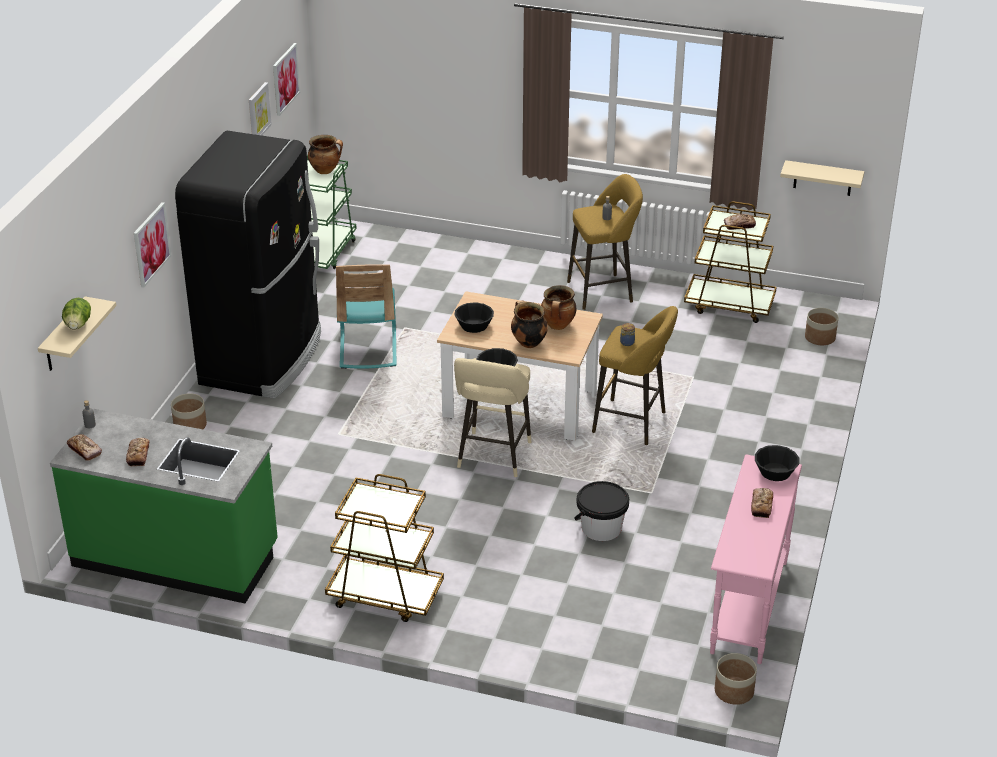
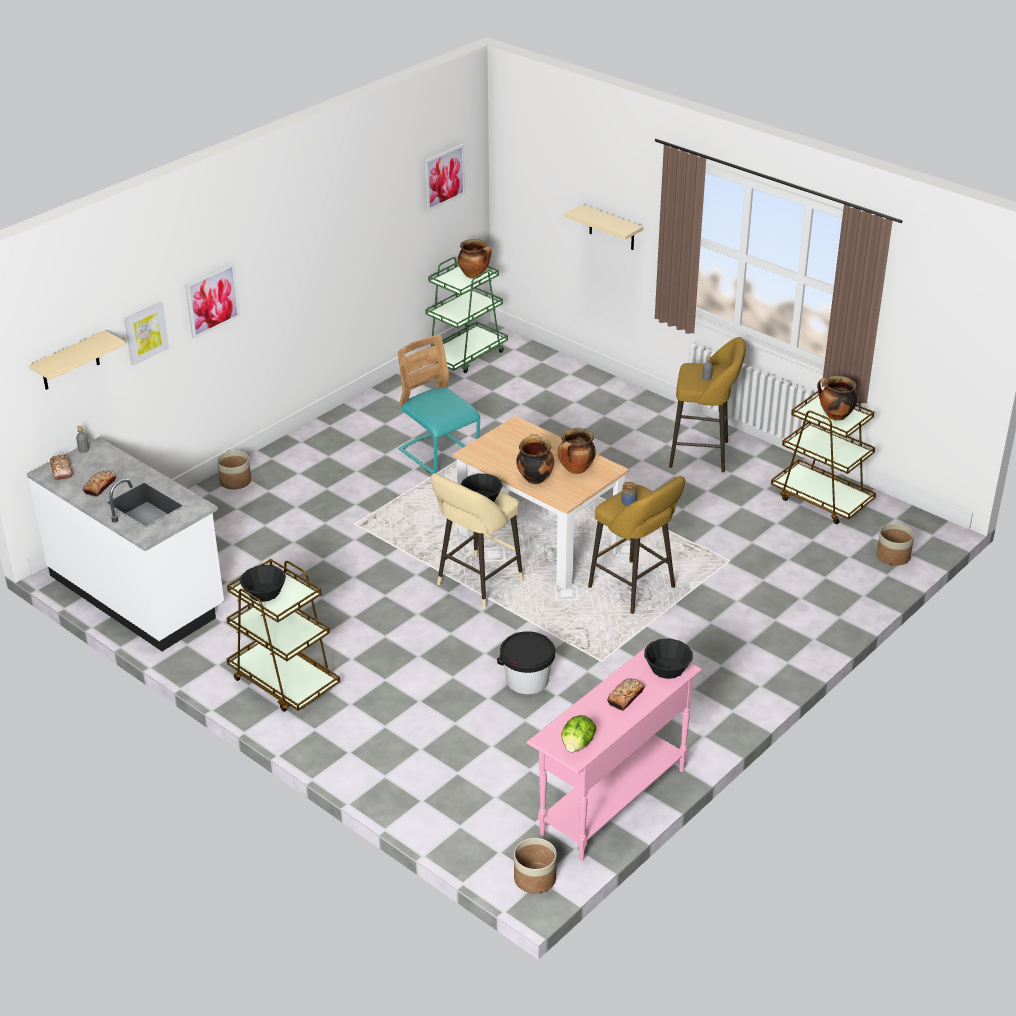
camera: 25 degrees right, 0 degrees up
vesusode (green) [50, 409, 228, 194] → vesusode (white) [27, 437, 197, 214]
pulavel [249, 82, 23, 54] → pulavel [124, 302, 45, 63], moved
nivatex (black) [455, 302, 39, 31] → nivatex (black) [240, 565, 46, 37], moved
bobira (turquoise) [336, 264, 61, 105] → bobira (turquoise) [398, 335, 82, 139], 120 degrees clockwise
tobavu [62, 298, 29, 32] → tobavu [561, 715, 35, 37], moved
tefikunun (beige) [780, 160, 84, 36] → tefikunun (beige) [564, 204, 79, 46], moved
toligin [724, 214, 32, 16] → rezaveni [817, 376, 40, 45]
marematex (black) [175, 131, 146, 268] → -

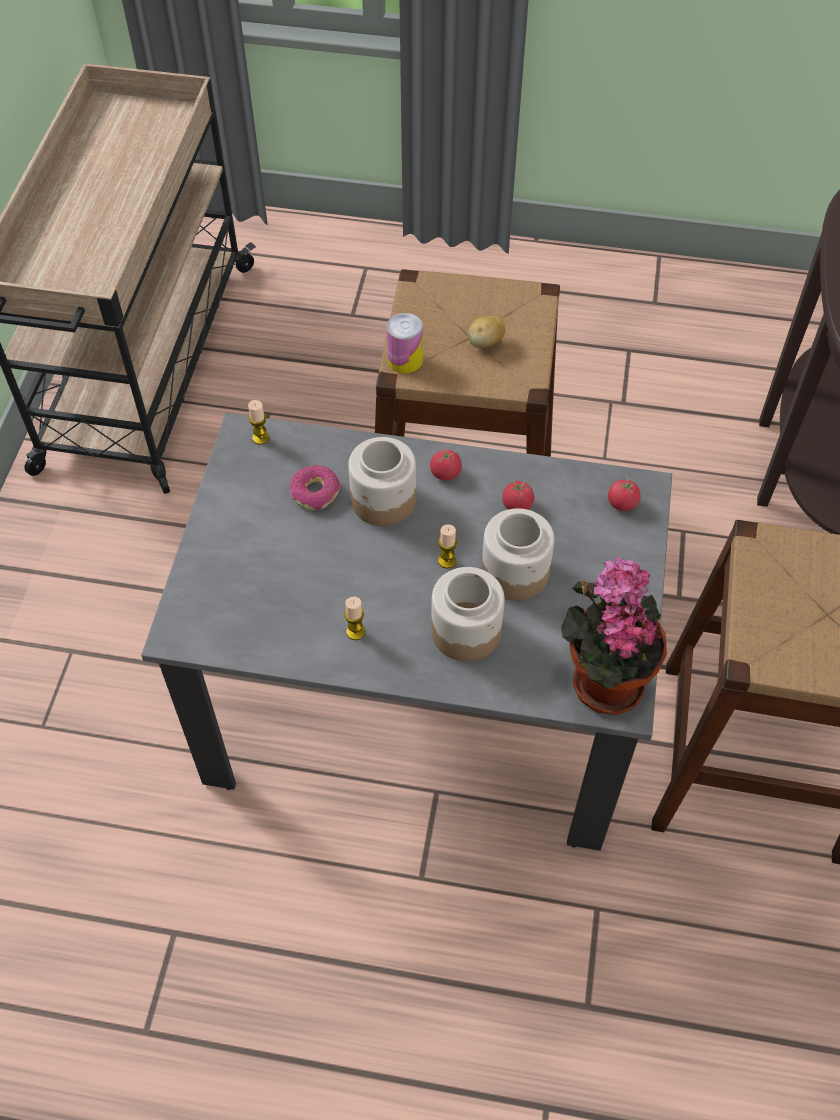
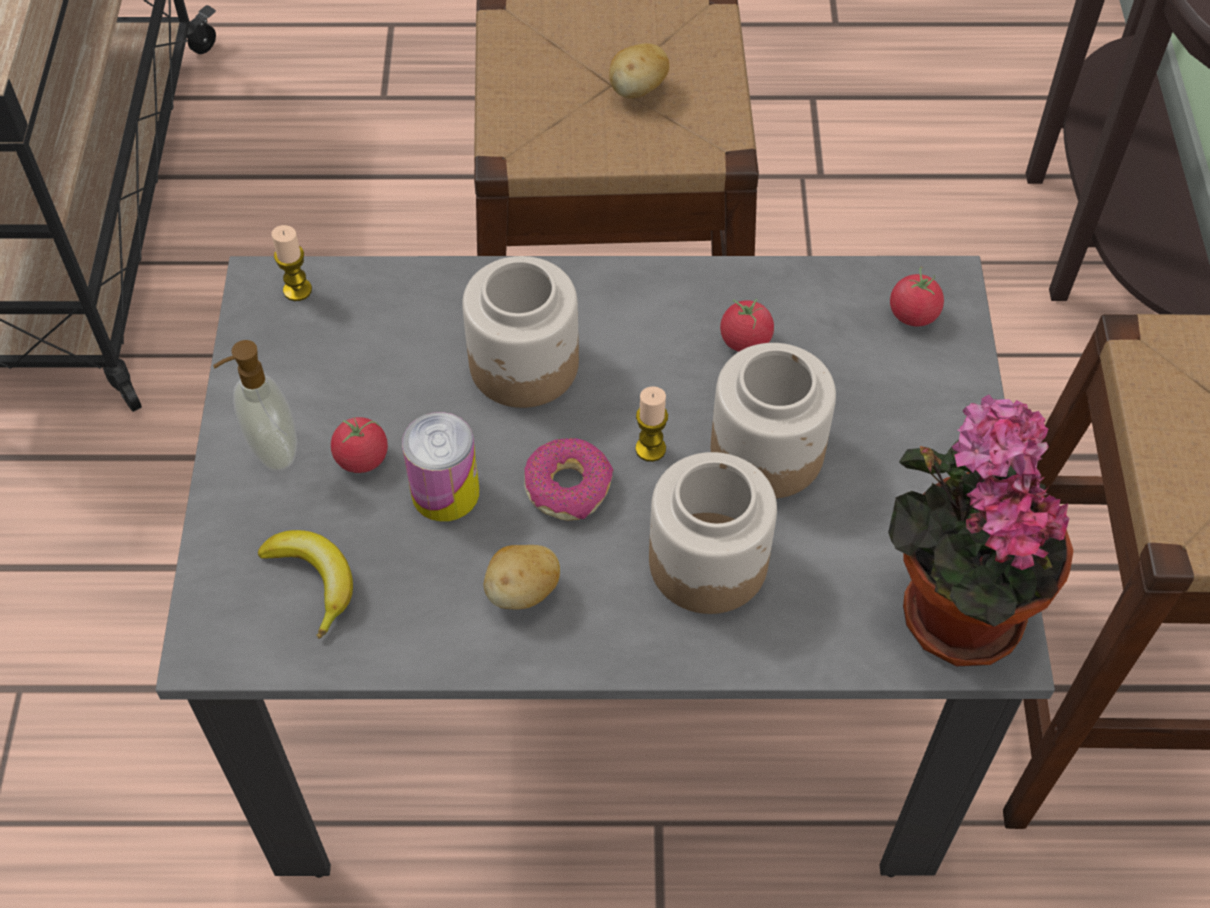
camera: 10 degrees left, 0 degrees up
- → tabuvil [213, 340, 85, 131]
- → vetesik [258, 530, 95, 109]
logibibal [430, 449, 32, 32] → logibibal [331, 417, 57, 56], moved
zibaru [386, 313, 37, 61] → zibaru [402, 412, 77, 110], moved
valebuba [344, 597, 21, 43] → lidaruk [484, 545, 76, 65]
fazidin [290, 465, 51, 45] → fazidin [524, 438, 90, 83], moved

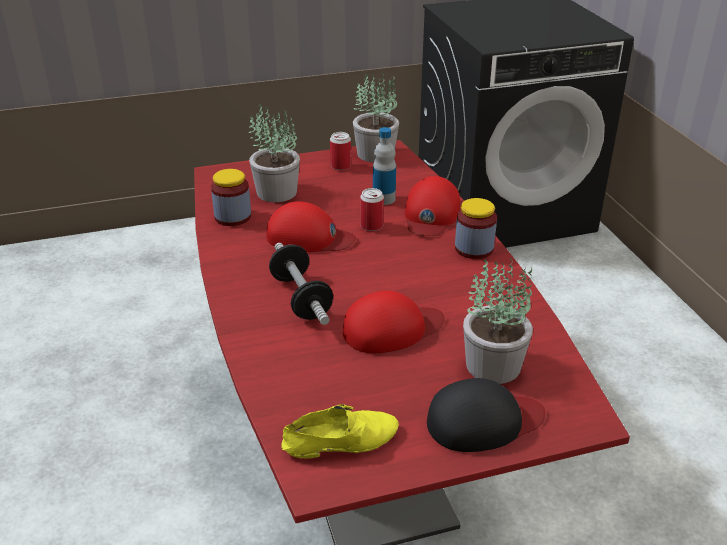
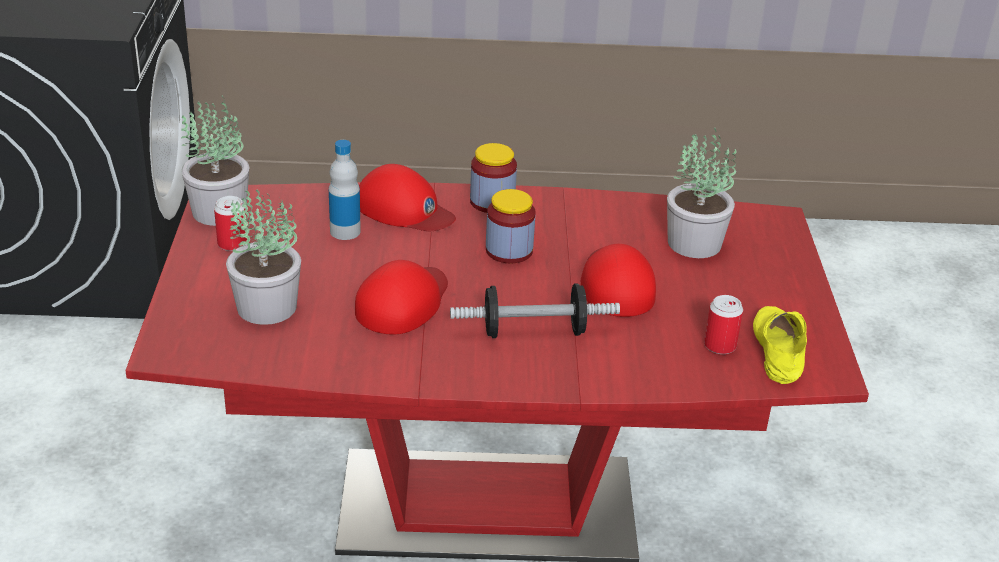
camera: 75 degrees left, 0 degrees up
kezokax [211, 169, 40, 57] → kezokax [486, 189, 50, 74], moved
zibaru [360, 188, 24, 43] → zibaru [704, 295, 39, 59], moved
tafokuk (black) [427, 378, 118, 74] → -

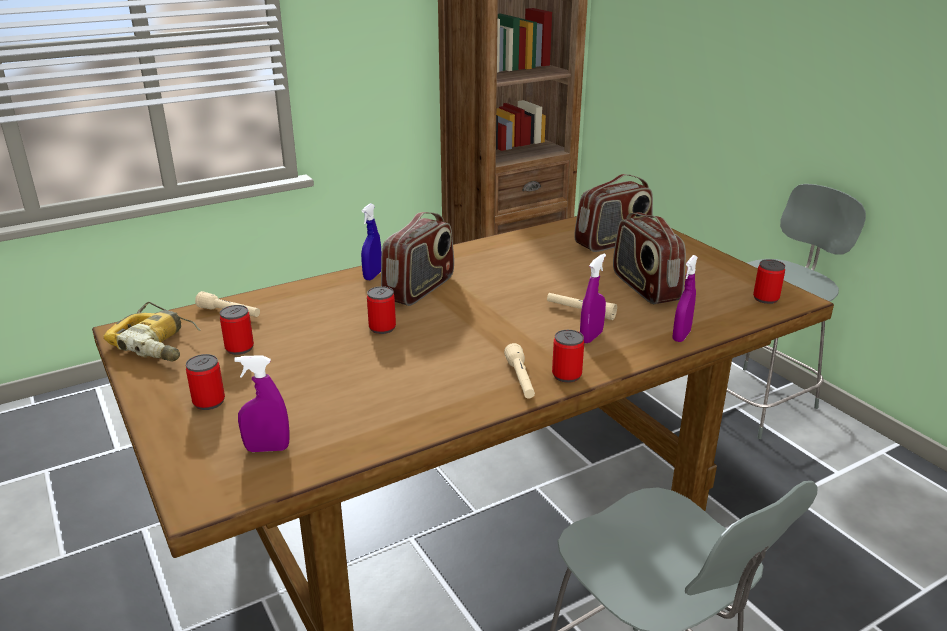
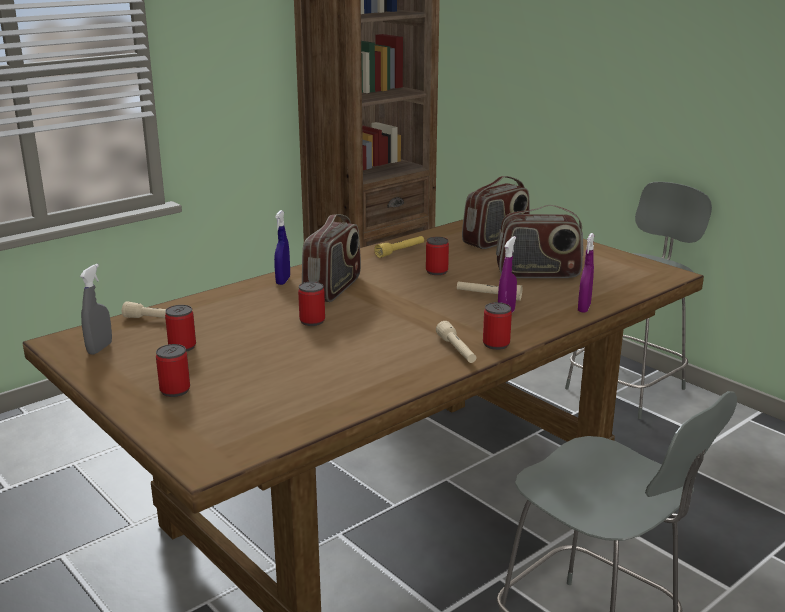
camera: 10 degrees left, 5 degrees down
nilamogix [104, 302, 97, 59] → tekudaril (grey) [80, 264, 32, 91]
- → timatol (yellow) [374, 236, 50, 22]
zibaru [753, 259, 32, 45] → zibaru [426, 237, 23, 38], moved
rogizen [613, 212, 73, 93] → rogizen [496, 205, 87, 73], 60 degrees counterclockwise
tekudaril (purple) [234, 355, 56, 97] → -

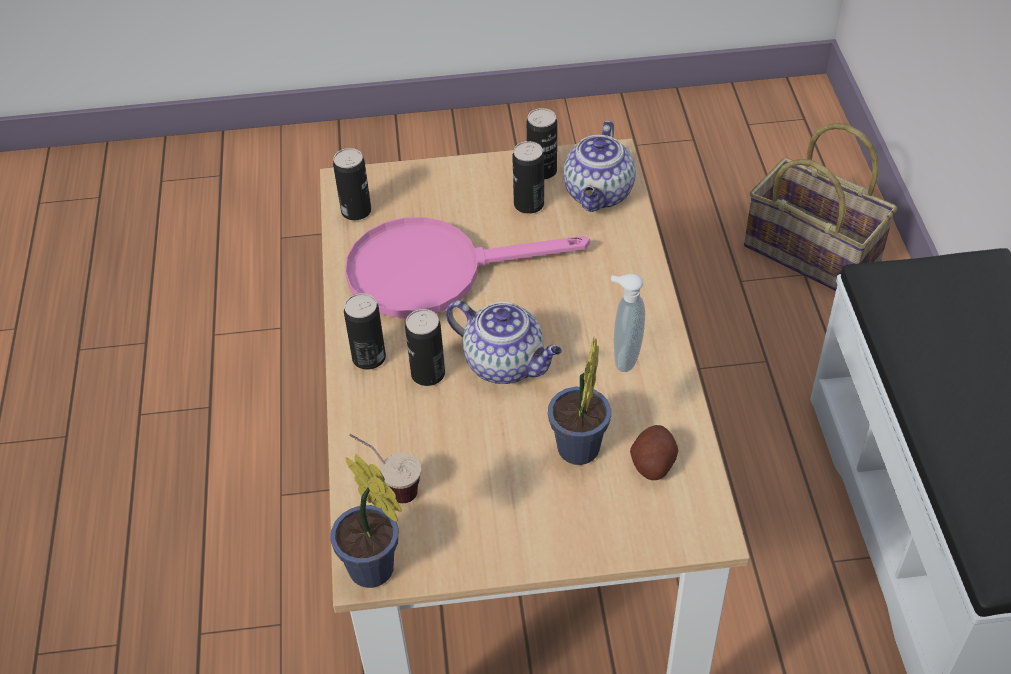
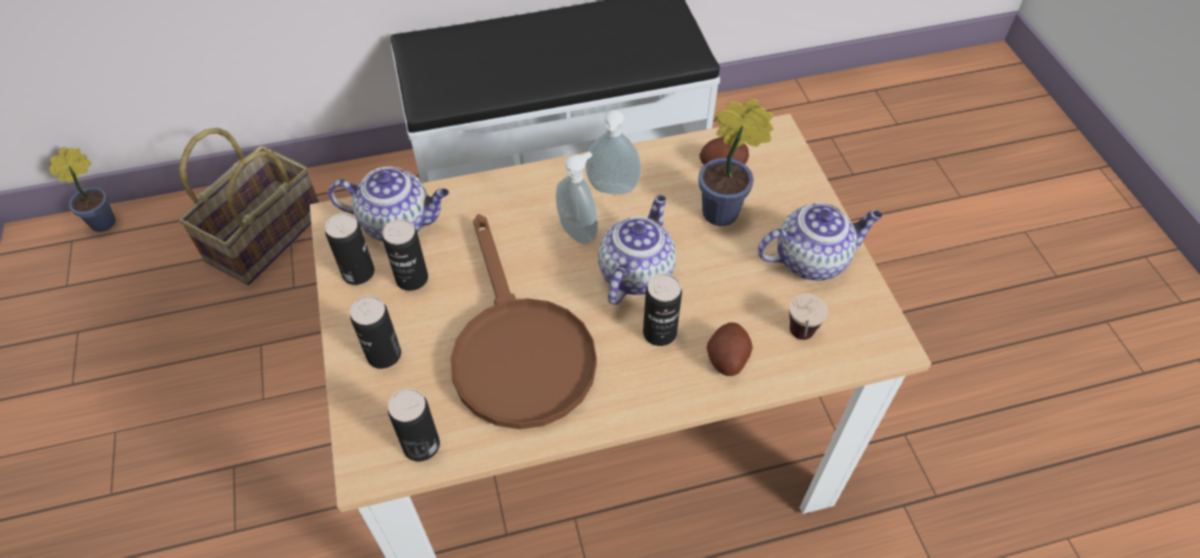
camera: 100 degrees left, 5 degrees up
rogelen [330, 454, 72, 134] → rogelen [49, 147, 67, 85], moved
zibaru [344, 293, 42, 77] → zibaru [350, 296, 51, 73], moved
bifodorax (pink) [345, 217, 245, 101] → bifodorax (brown) [450, 214, 147, 215]
- → tabuvil [556, 151, 42, 94]
- → lidaruk [707, 322, 46, 54]
- → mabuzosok [757, 203, 125, 78]

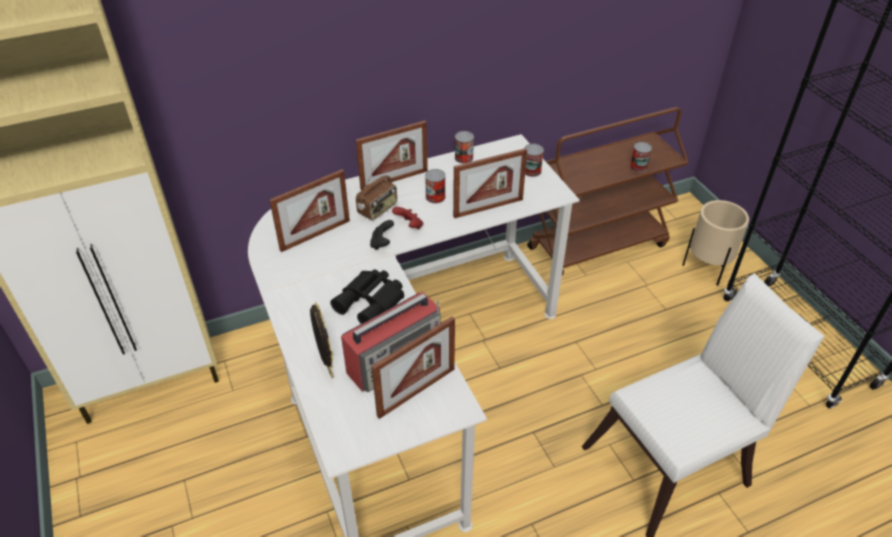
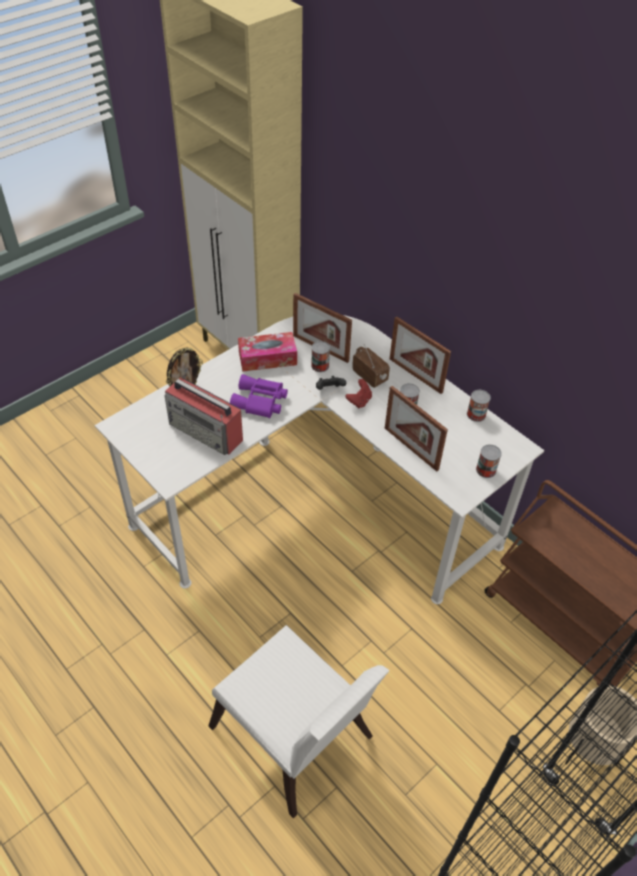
camera: 70 degrees right, 5 degrees up
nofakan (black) [330, 269, 74, 55] → nofakan (purple) [230, 374, 58, 44]
- → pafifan [238, 332, 59, 39]
zibaru [630, 142, 22, 30] → zibaru [311, 341, 19, 31], moved
rogizen [356, 166, 41, 55] → rogizen [352, 344, 38, 44], 150 degrees counterclockwise
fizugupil [371, 316, 84, 103] → -

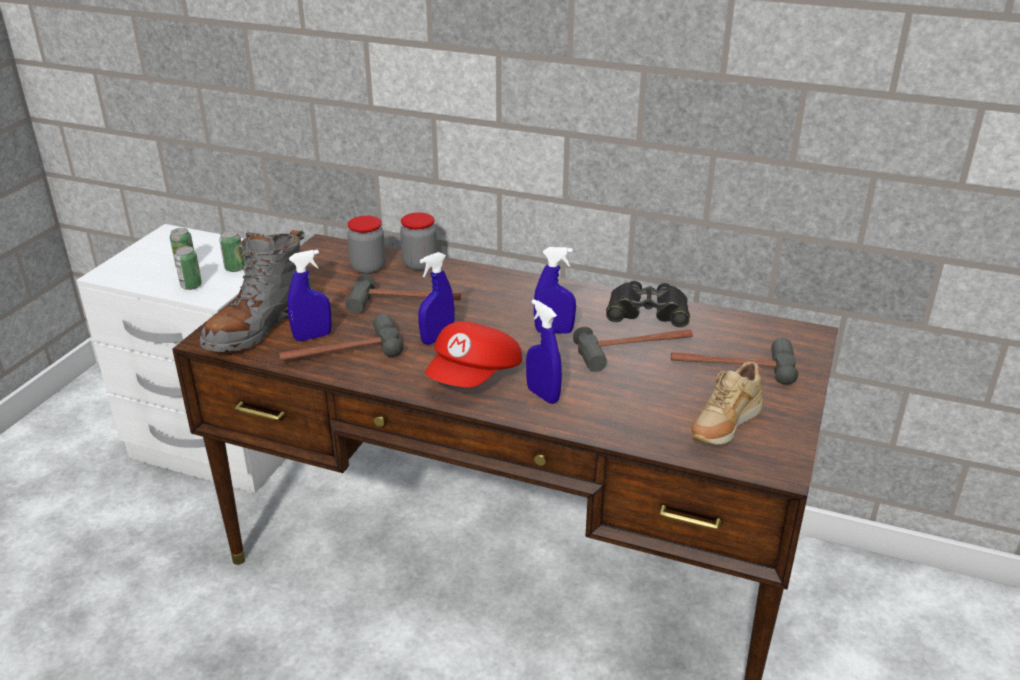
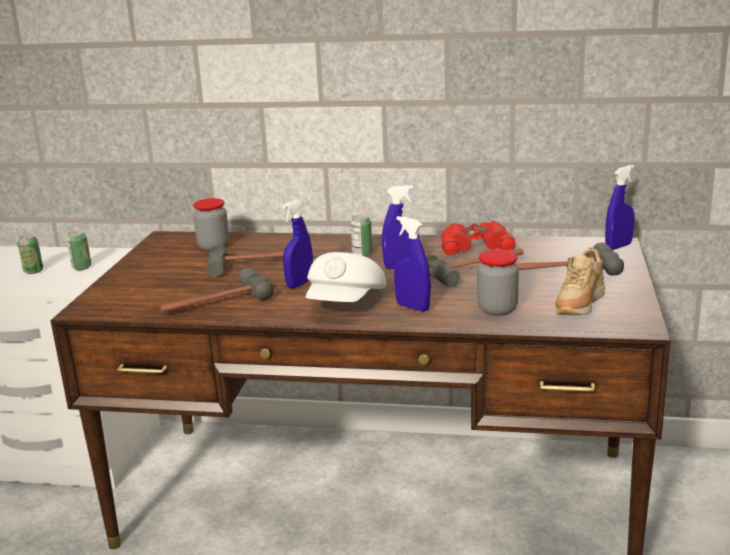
camera: 10 degrees left, 10 degrees down
tafokuk (red) [425, 321, 97, 66] → tafokuk (white) [306, 252, 80, 50]
zibaru [174, 246, 28, 44] → zibaru [350, 215, 22, 41], moved
nofakan (black) [606, 281, 84, 46] → nofakan (red) [441, 221, 75, 34]
kezokax [400, 212, 37, 59] → kezokax [477, 250, 42, 66], moved
tekudaril (blue) [288, 250, 44, 91] → tekudaril (blue) [605, 165, 30, 85], moved
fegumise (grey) [200, 230, 112, 122] → -

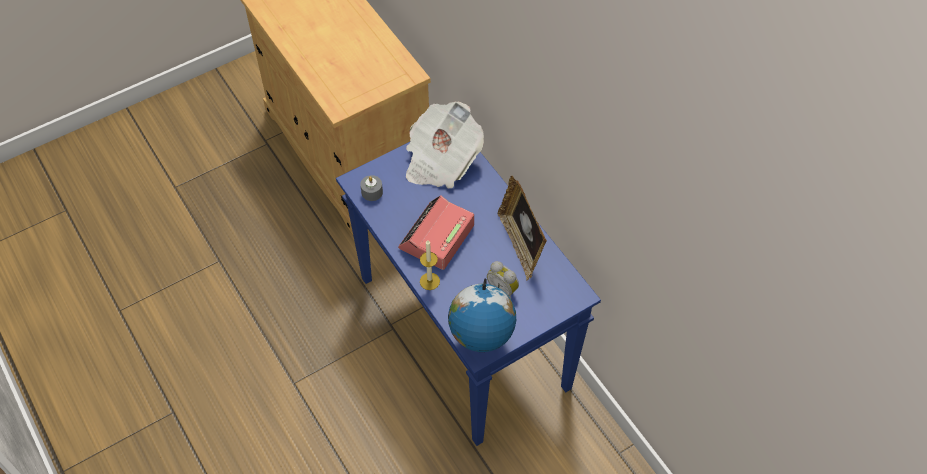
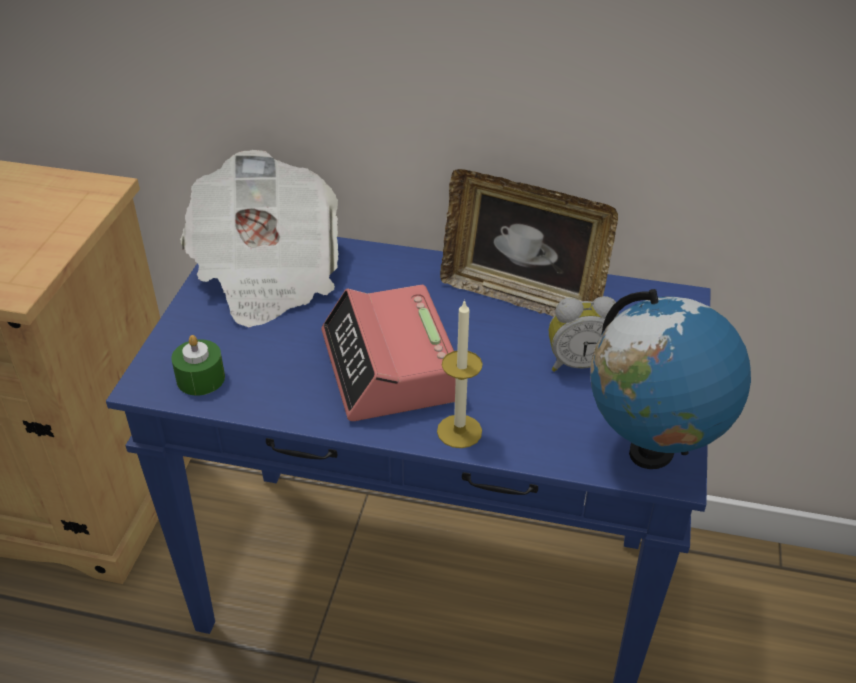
camera: 45 degrees left, 15 degrees down
valebuba (grey) [360, 175, 23, 26] → valebuba (green) [171, 335, 54, 61]

